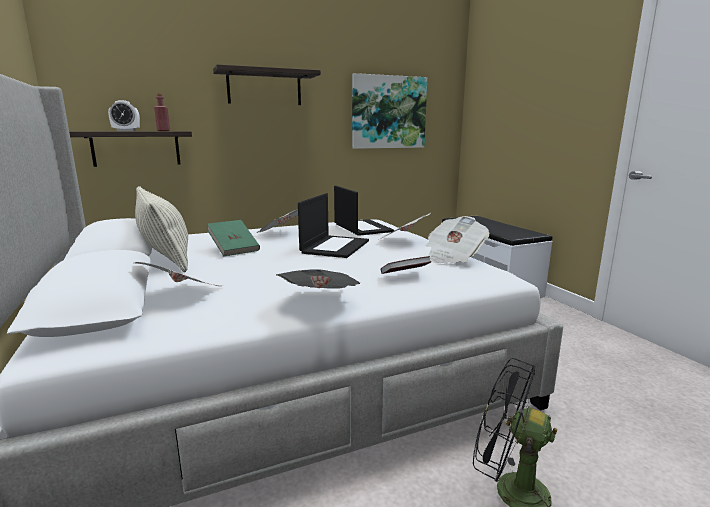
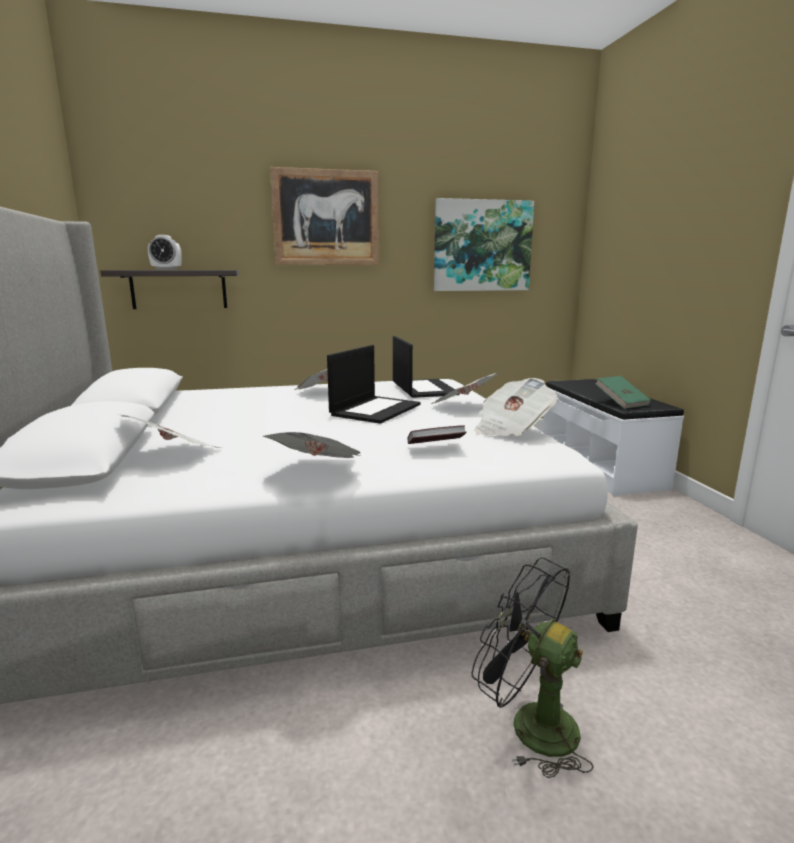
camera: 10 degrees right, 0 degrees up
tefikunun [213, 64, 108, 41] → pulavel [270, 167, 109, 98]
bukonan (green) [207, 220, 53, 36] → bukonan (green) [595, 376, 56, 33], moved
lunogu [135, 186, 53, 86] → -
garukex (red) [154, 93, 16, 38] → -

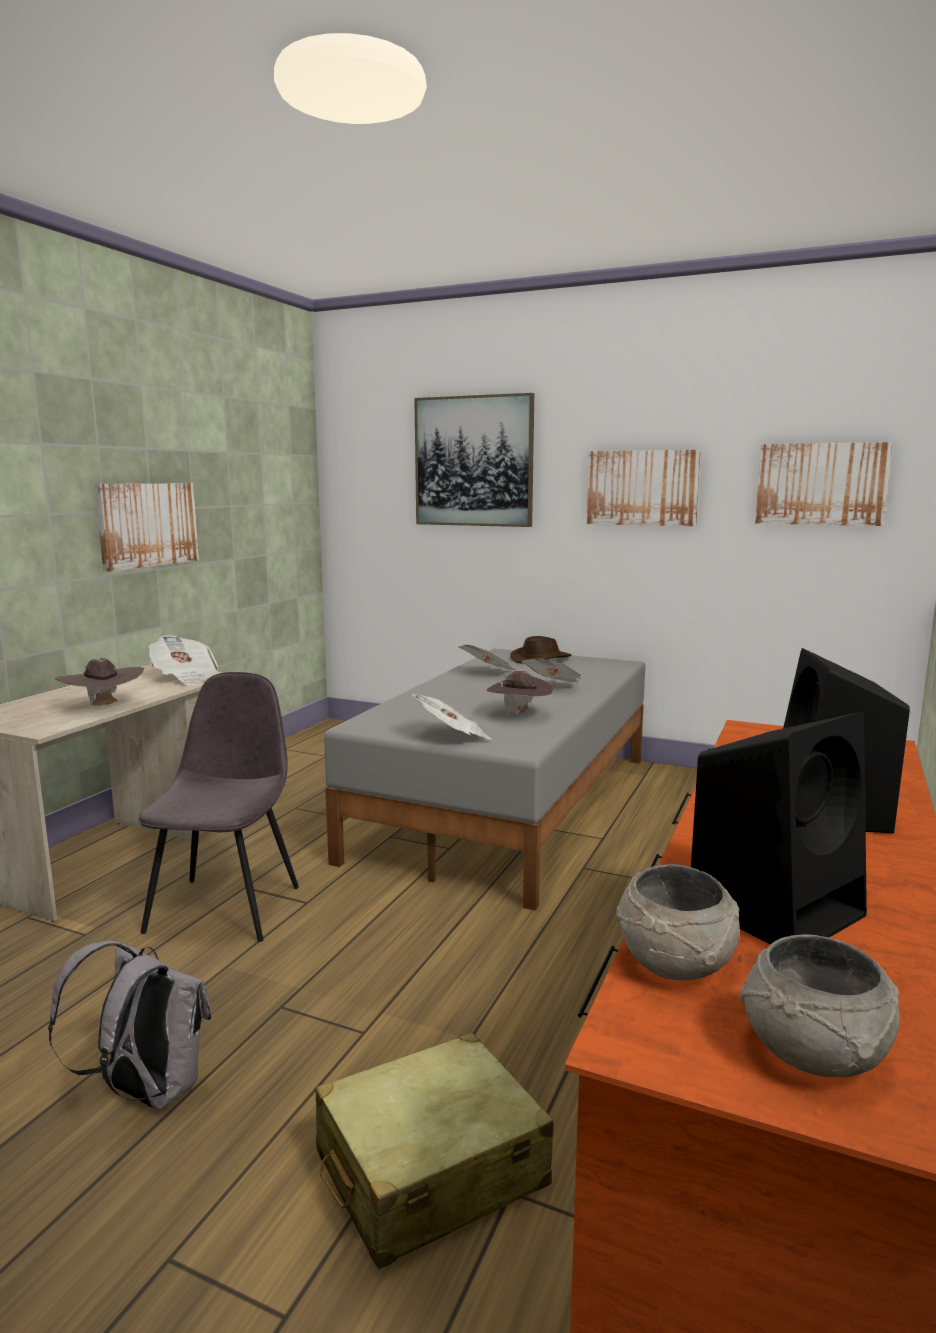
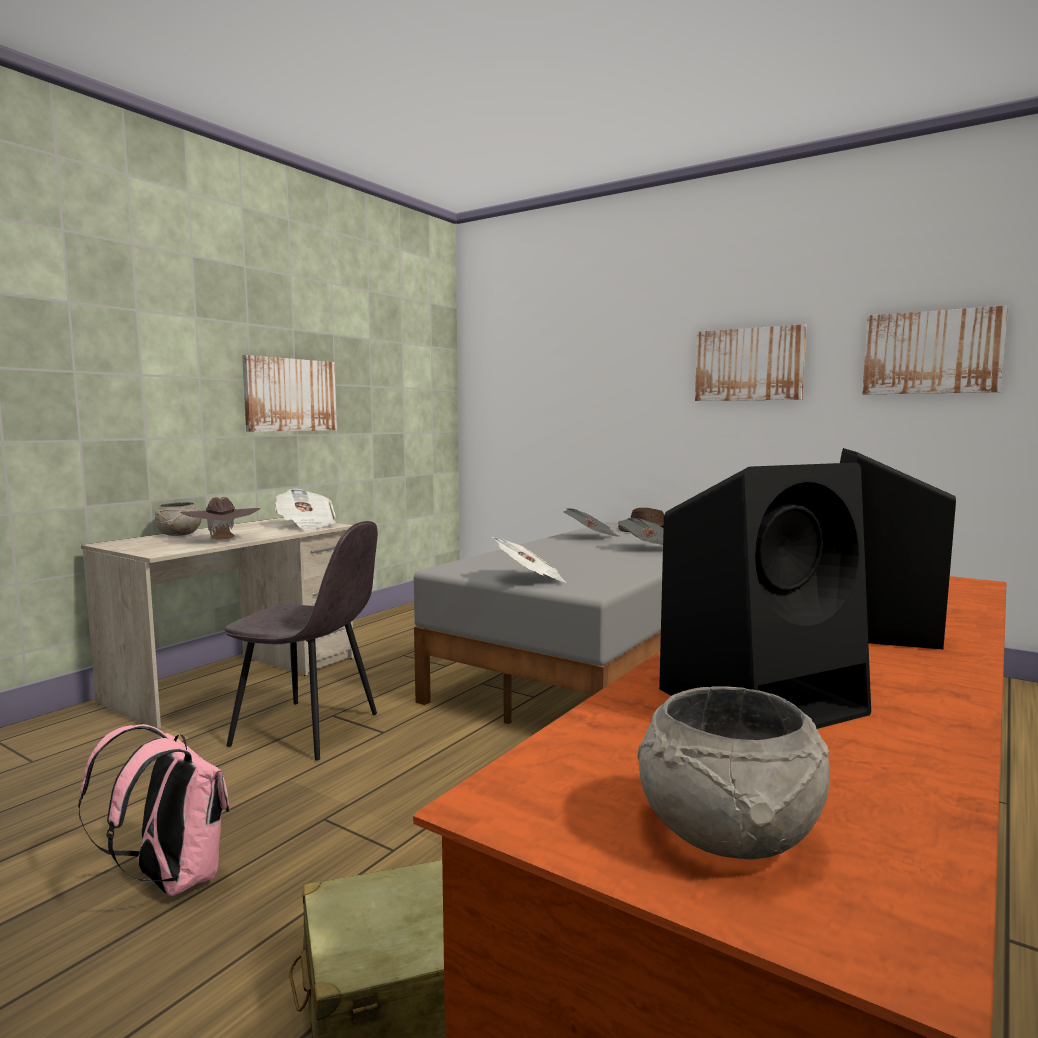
camera: 10 degrees right, 5 degrees down
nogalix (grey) [48, 941, 163, 169] → nogalix (pink) [78, 724, 152, 172]
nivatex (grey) [616, 864, 124, 116] → nivatex (grey) [155, 502, 47, 34], moved
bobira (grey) [138, 672, 161, 270] → bobira (grey) [224, 521, 154, 239], 90 degrees clockwise
pulavel [414, 393, 120, 134] → -
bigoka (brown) [486, 671, 67, 45] → -

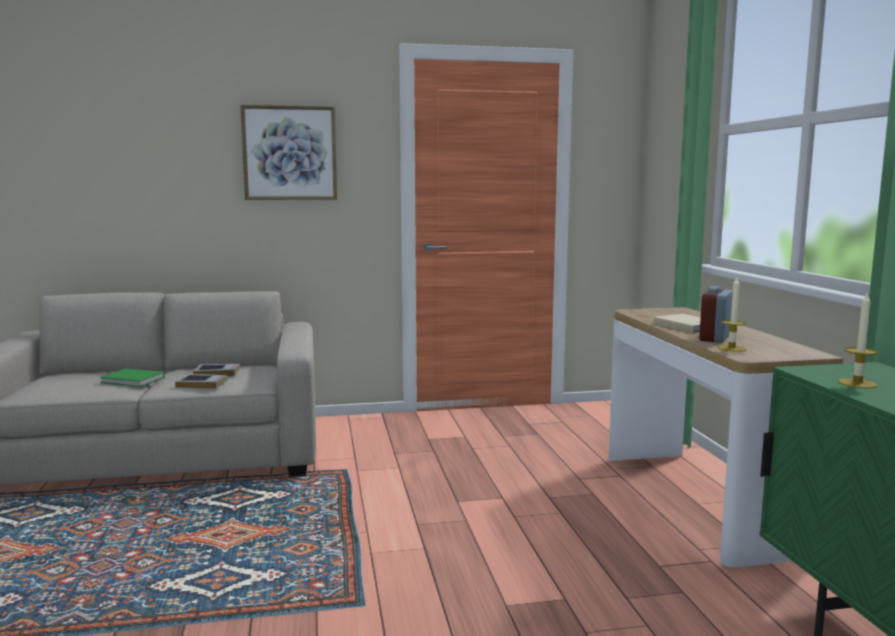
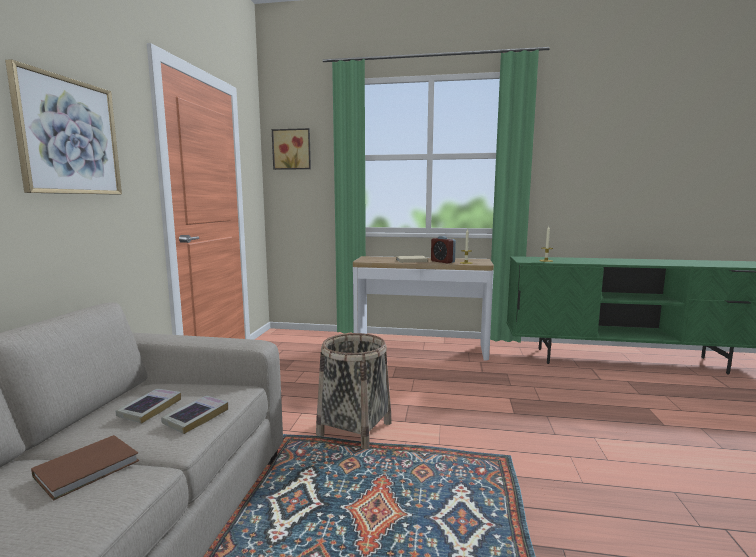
camera: 70 degrees left, 0 degrees up
bukonan (green) [100, 369, 65, 18] → bukonan (brown) [31, 435, 108, 66]
- → pulavel [272, 128, 39, 42]
- → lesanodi [316, 333, 75, 116]

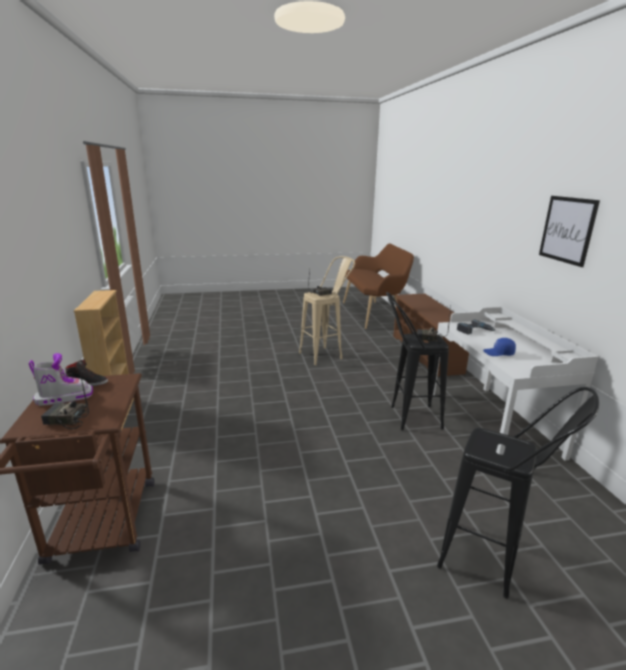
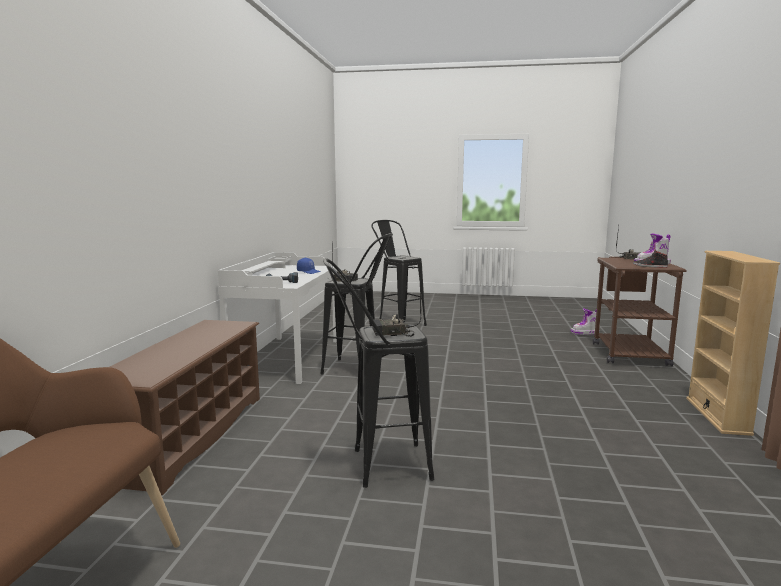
camera: 160 degrees left, 10 degrees down
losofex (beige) [299, 256, 56, 109] → losofex (black) [323, 258, 111, 230]
- → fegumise [570, 308, 27, 27]
pulavel [539, 196, 61, 71] → -

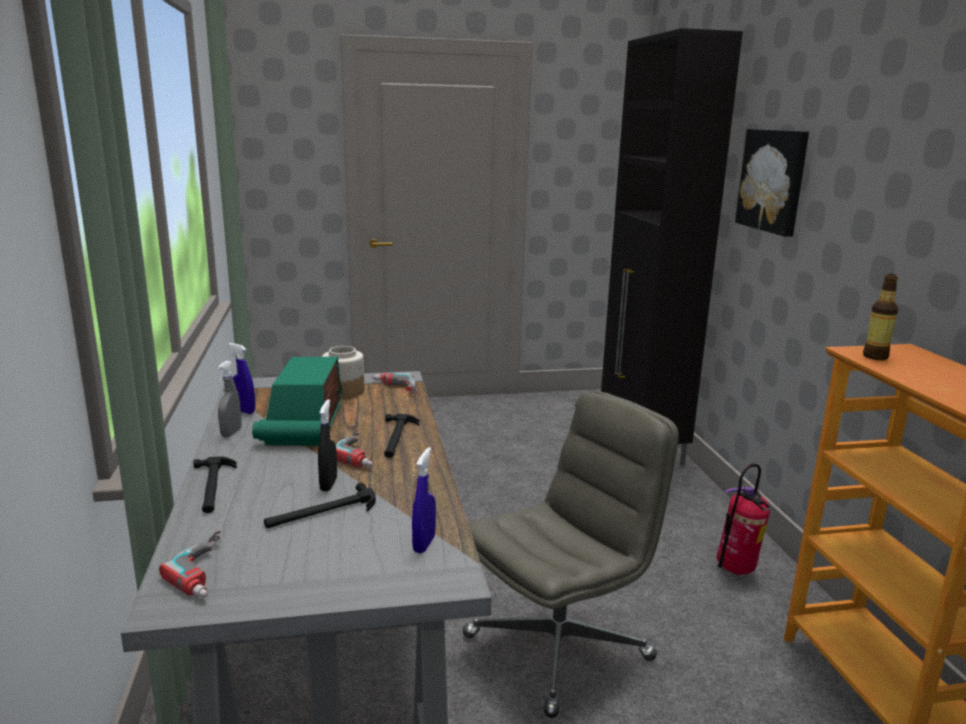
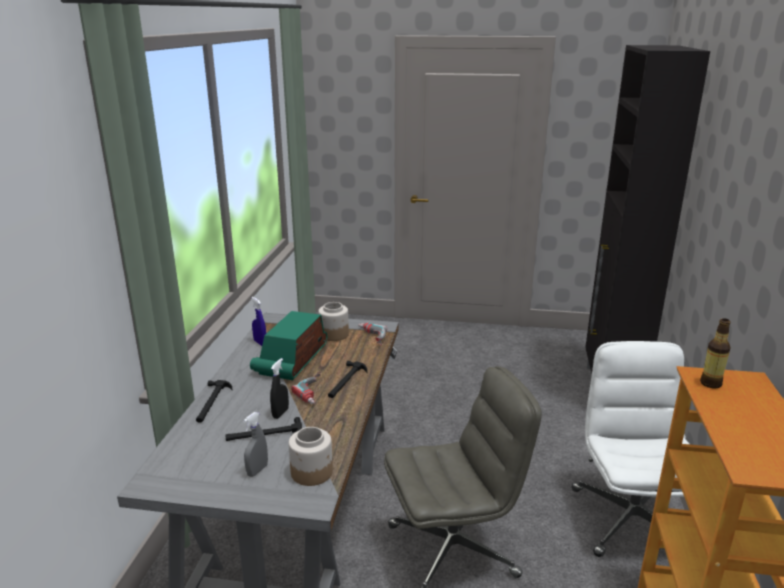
camera: 20 degrees right, 5 degrees up
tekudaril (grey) [217, 361, 25, 77] → tekudaril (grey) [243, 412, 25, 65], moved
tekudaril (blue) [412, 447, 24, 106] → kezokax [289, 427, 44, 59]
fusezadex [717, 464, 54, 111] → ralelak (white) [572, 341, 117, 216]
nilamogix [159, 531, 62, 67] → -
pulavel [735, 129, 74, 108] → -

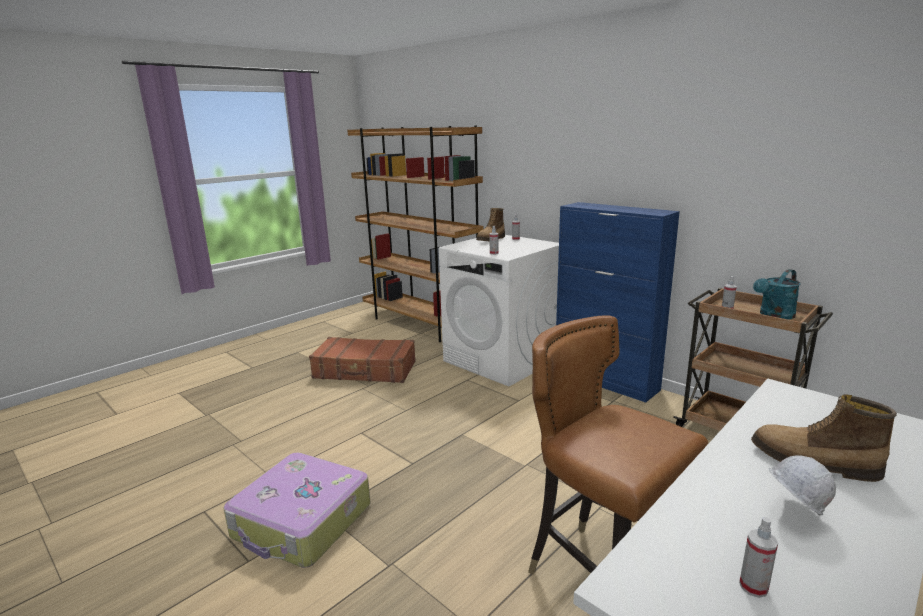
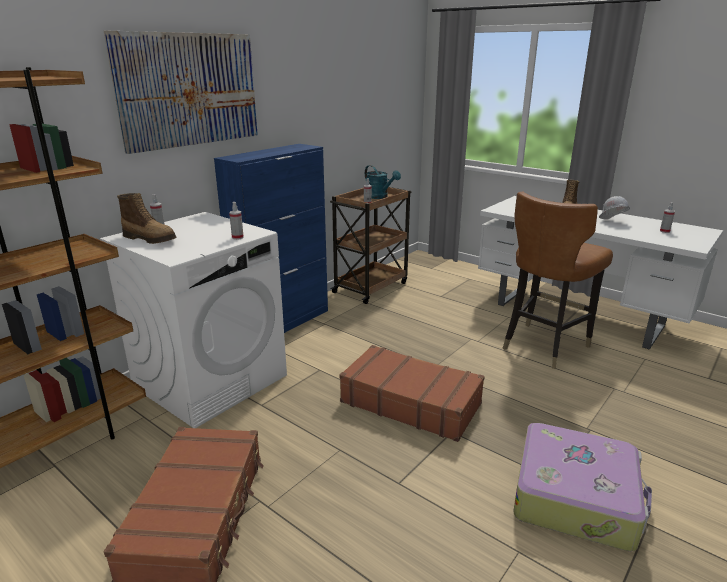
camera: 95 degrees left, 5 degrees up
- → pulavel [104, 31, 154, 123]
- → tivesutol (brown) [339, 345, 146, 97]

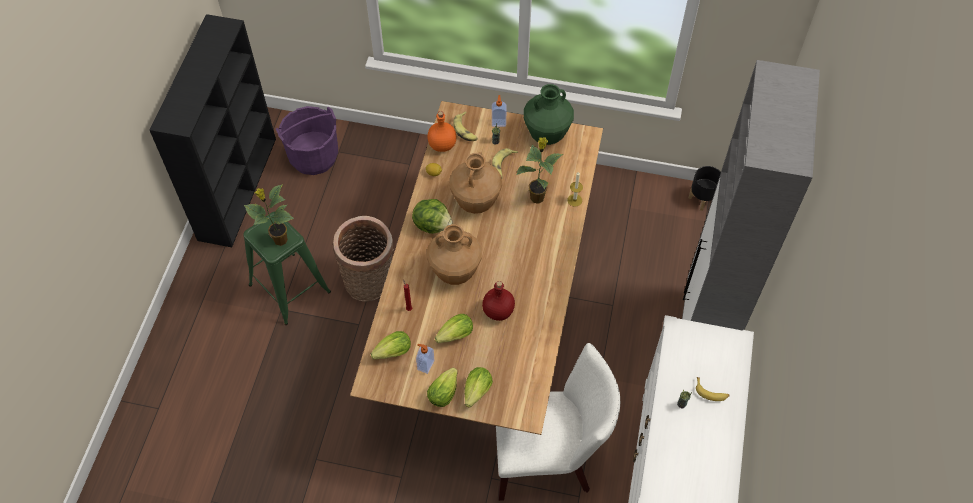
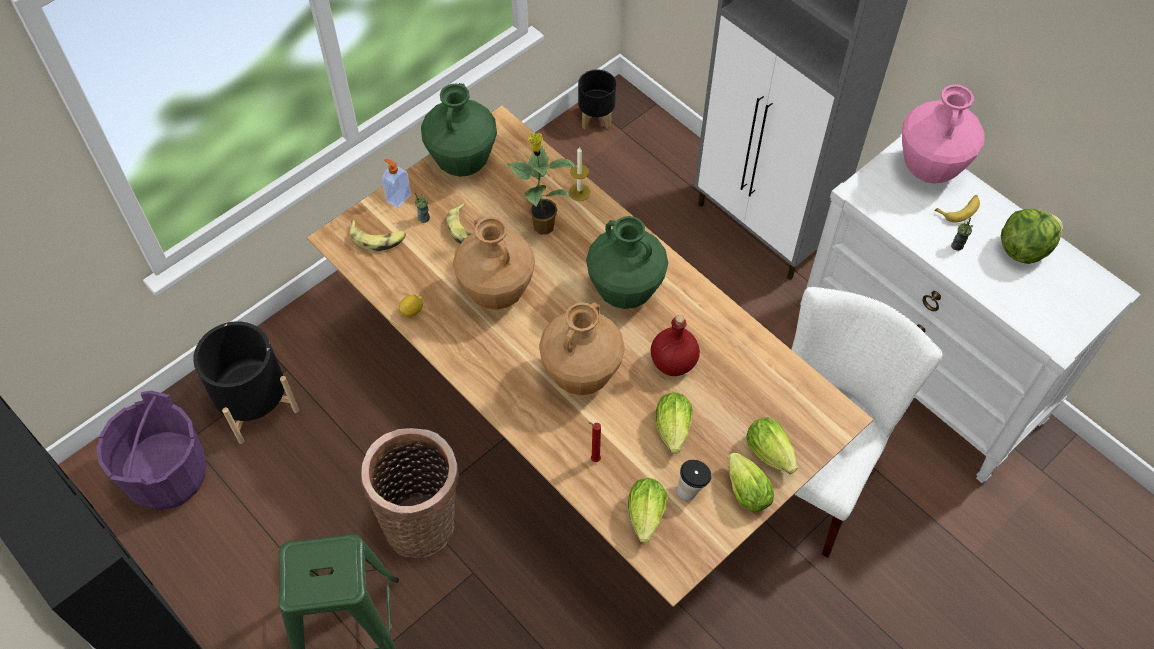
camera: 55 degrees left, 0 degrees up
- → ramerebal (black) [193, 321, 106, 123]
- → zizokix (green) [586, 216, 82, 93]
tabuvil [416, 344, 18, 30] → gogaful [677, 460, 35, 40]
- → zizokix (pink) [902, 84, 83, 100]
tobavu [412, 199, 41, 35] → tobavu [1001, 209, 62, 55], moved
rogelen [244, 184, 50, 62] → -
garukex (orange) [427, 111, 30, 41] → -

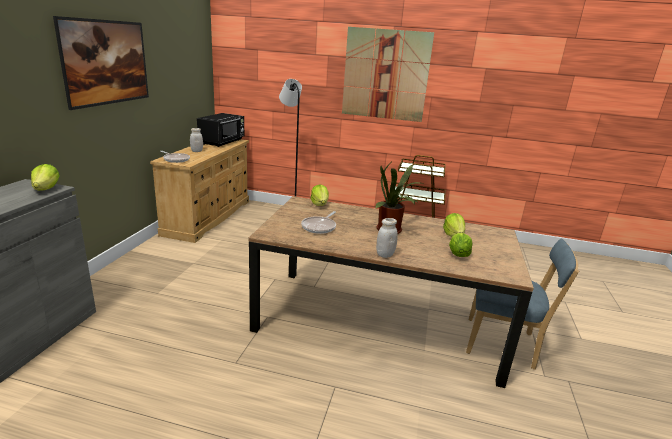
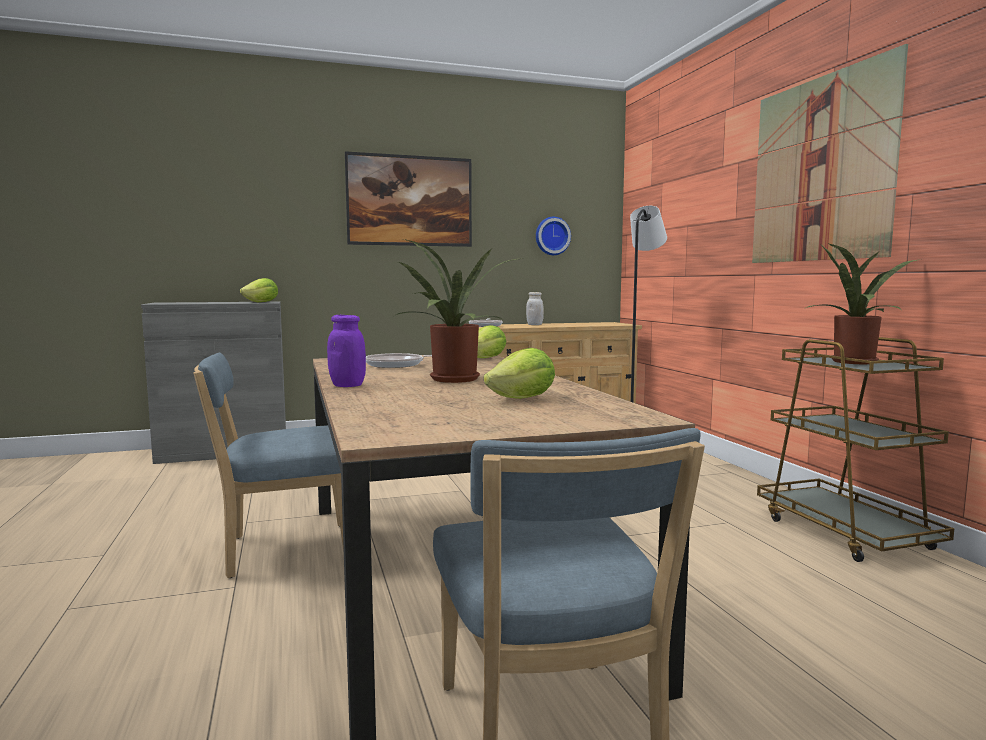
camera: 60 degrees right, 15 degrees down
- → bobira (blue) [193, 353, 151, 225]
kezokax (white) [376, 218, 22, 40] → kezokax (purple) [327, 315, 39, 72]
- → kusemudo [536, 217, 35, 38]
- → rogelen [803, 243, 120, 121]
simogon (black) [197, 113, 47, 34] → -
tobavu [449, 233, 24, 24] → -

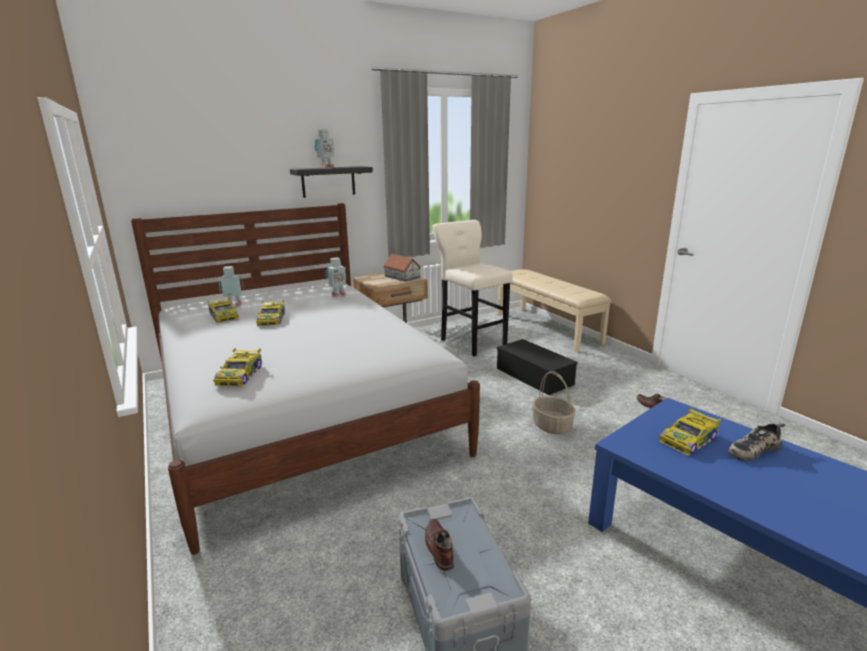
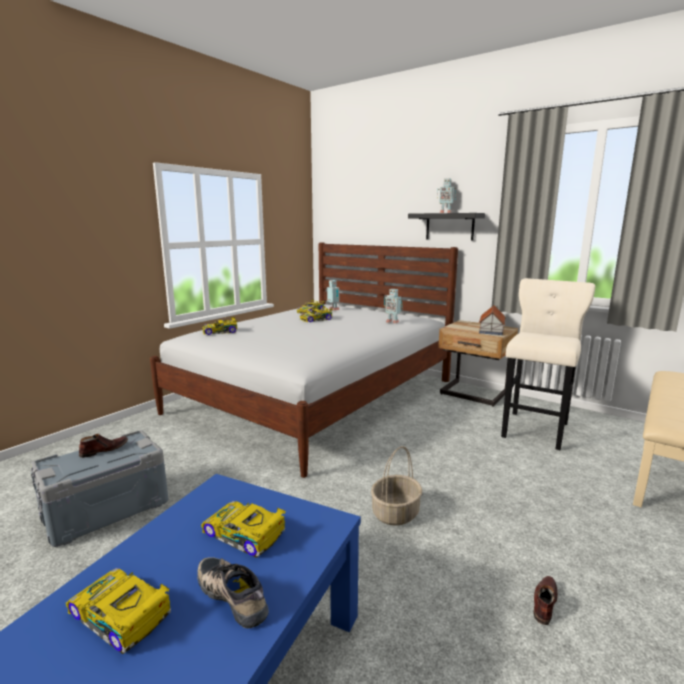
camera: 65 degrees right, 5 degrees down
- → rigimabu [66, 568, 105, 86]
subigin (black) [497, 339, 80, 56] → -

